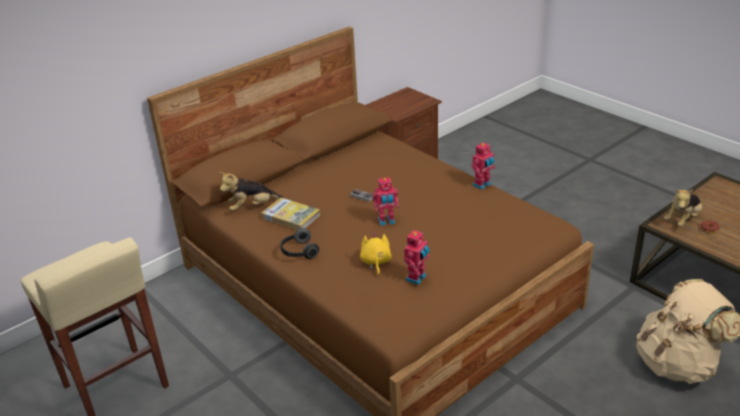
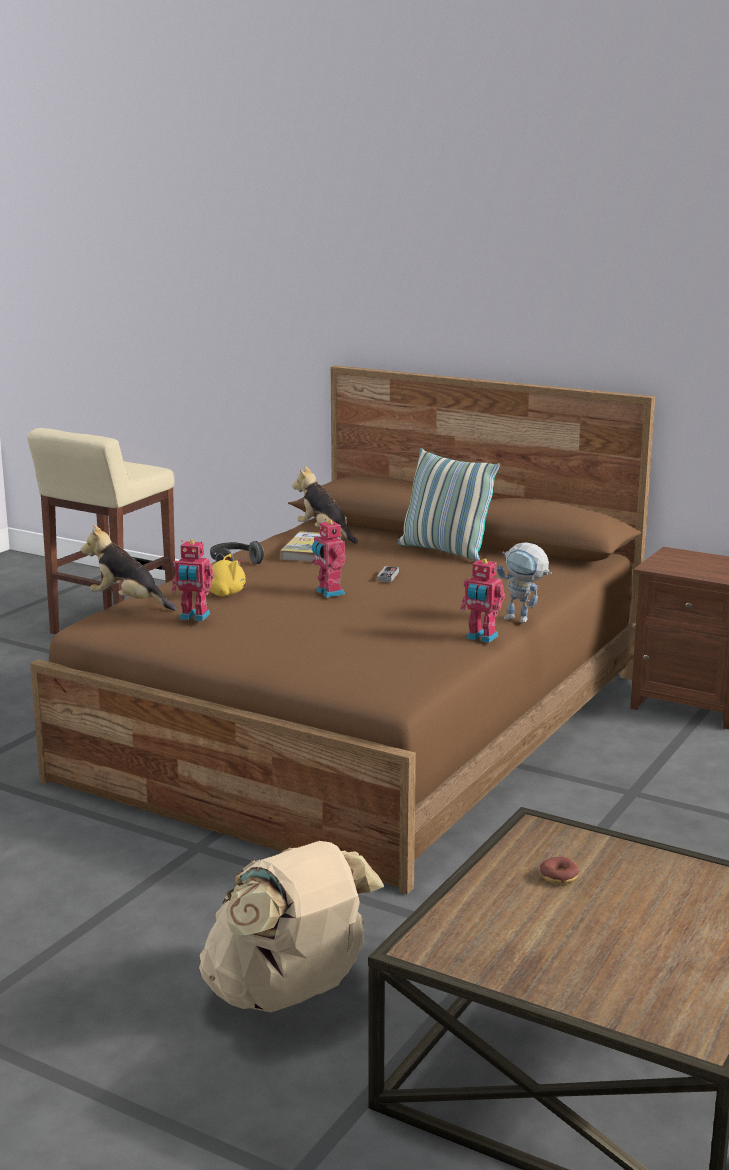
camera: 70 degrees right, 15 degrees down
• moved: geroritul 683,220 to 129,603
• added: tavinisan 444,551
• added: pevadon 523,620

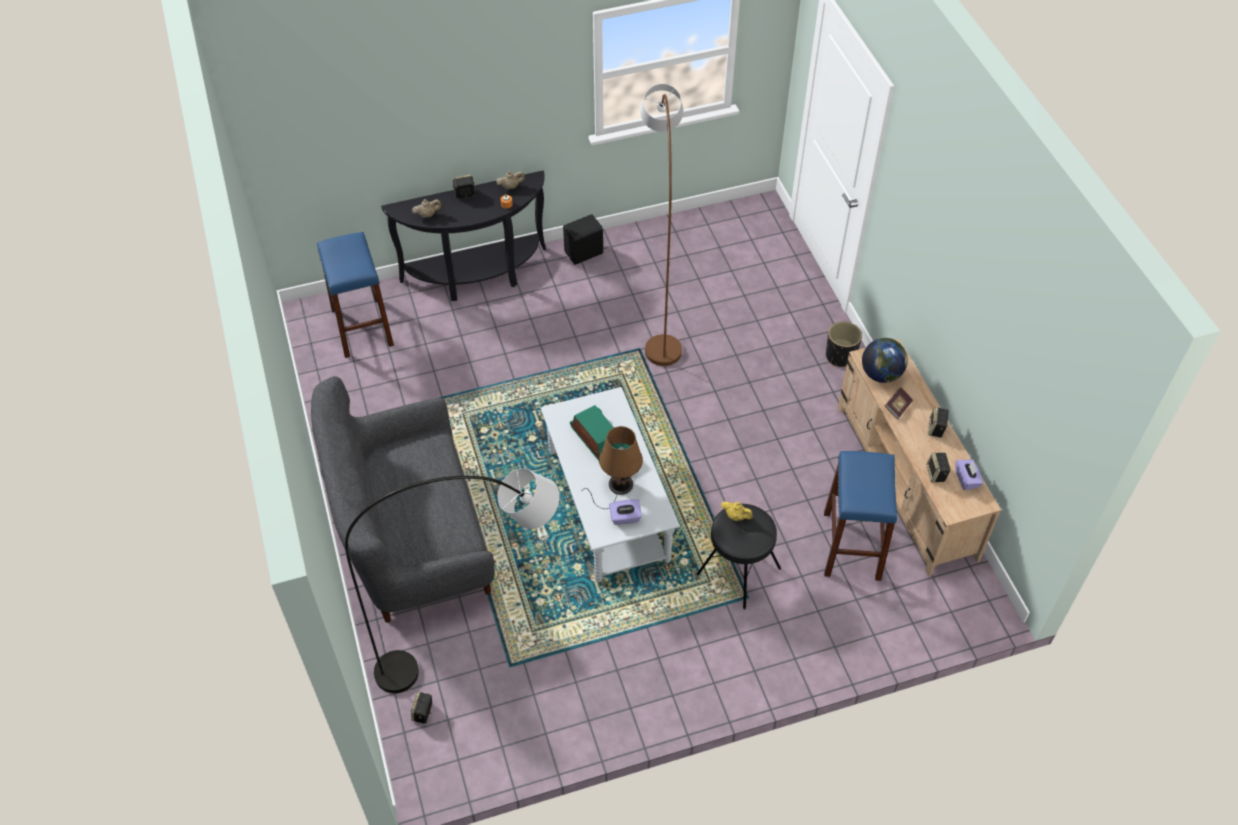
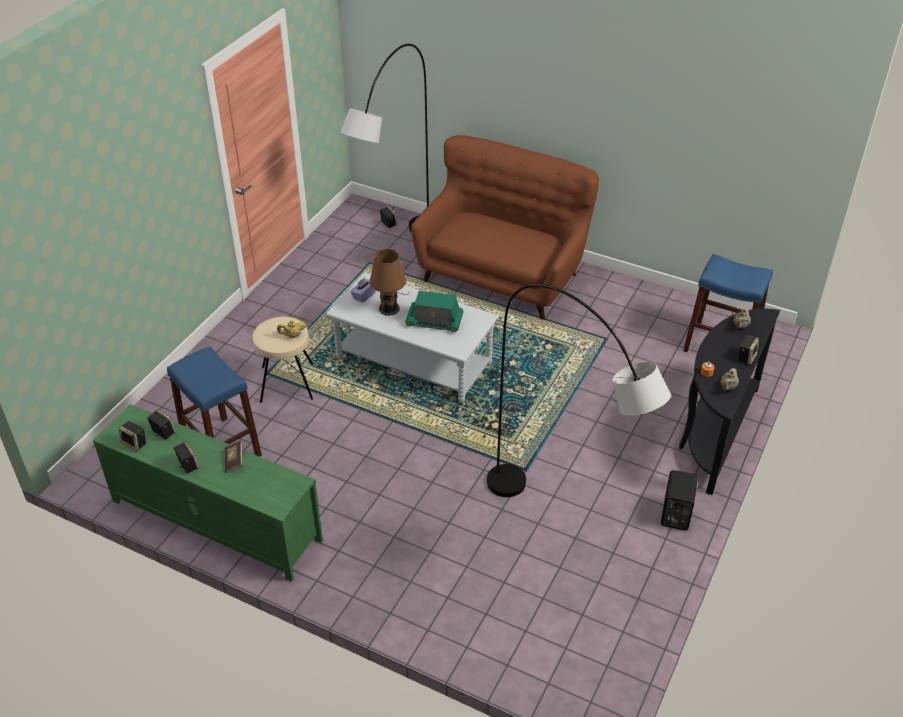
camera: 135 degrees right, 10 degrees down
• recoloured: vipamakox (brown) 659,300 to vipamakox (grey) 564,521
• removed: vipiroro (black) 840,356
• removed: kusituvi 881,374
• recoloured: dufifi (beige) 906,481 to dufifi (green) 215,520
• recoloured: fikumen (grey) 412,538 to fikumen (brown) 502,275
• replaced: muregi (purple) 966,479 to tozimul 135,443
• recoloured: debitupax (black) 737,571 to debitupax (beige) 287,382

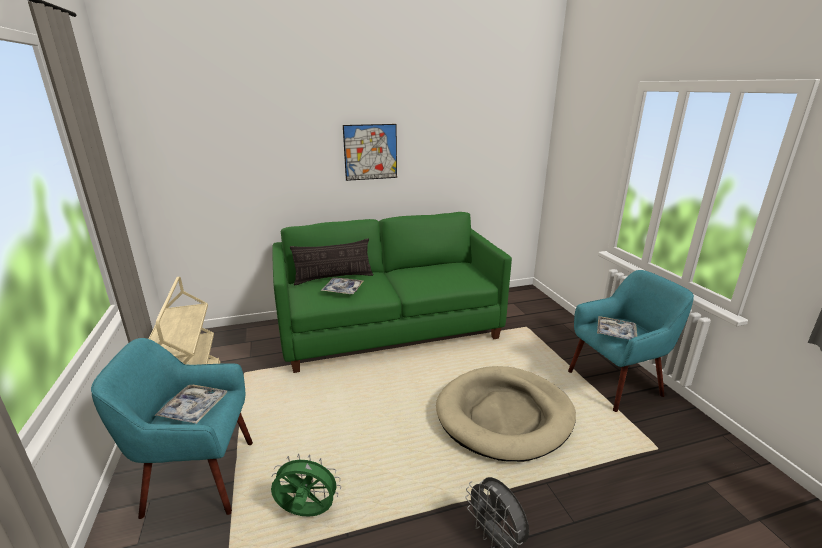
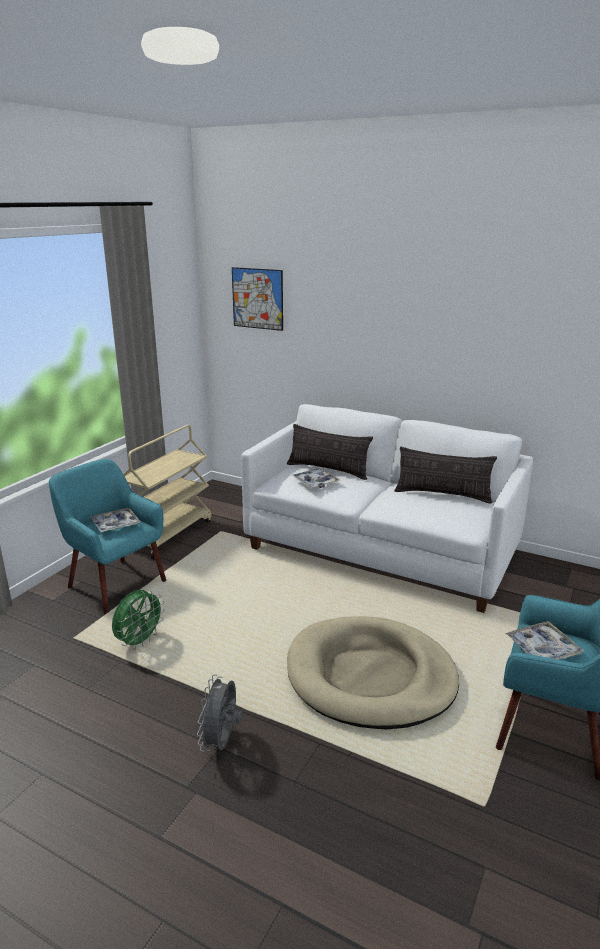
camera: 45 degrees right, 0 degrees up
• moved: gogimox 370,152 to 257,298
• recoloured: fikumen (green) 389,329 to fikumen (white) 380,550
• turned: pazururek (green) 307,513 = 139,641 75 degrees clockwise
• added: tavinisan 442,495

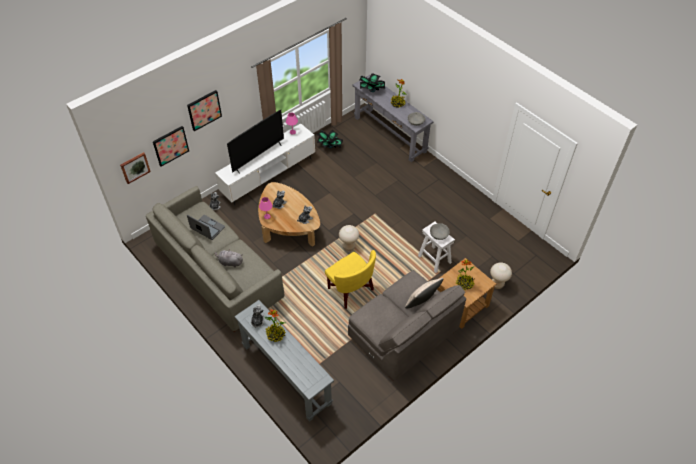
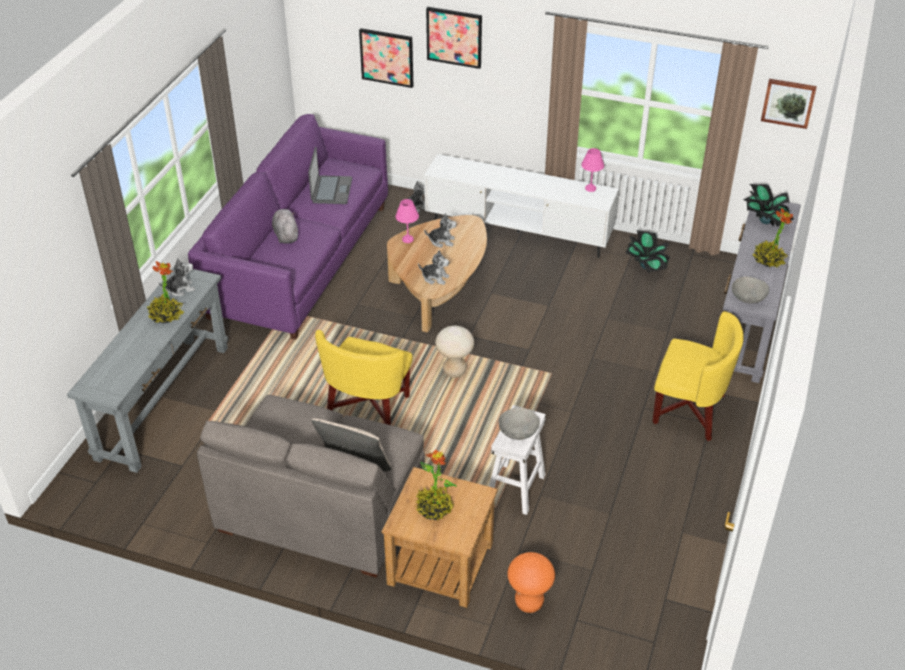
camera: 60 degrees right, 10 degrees down
• removed: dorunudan 258,157
• moved: gogimox 135,167 to 788,102
• recoloured: fikumen (grey) 218,272 to fikumen (purple) 300,260
• recoloured: debitupax (beige) 497,284 to debitupax (orange) 529,603
• added: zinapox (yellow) 689,410

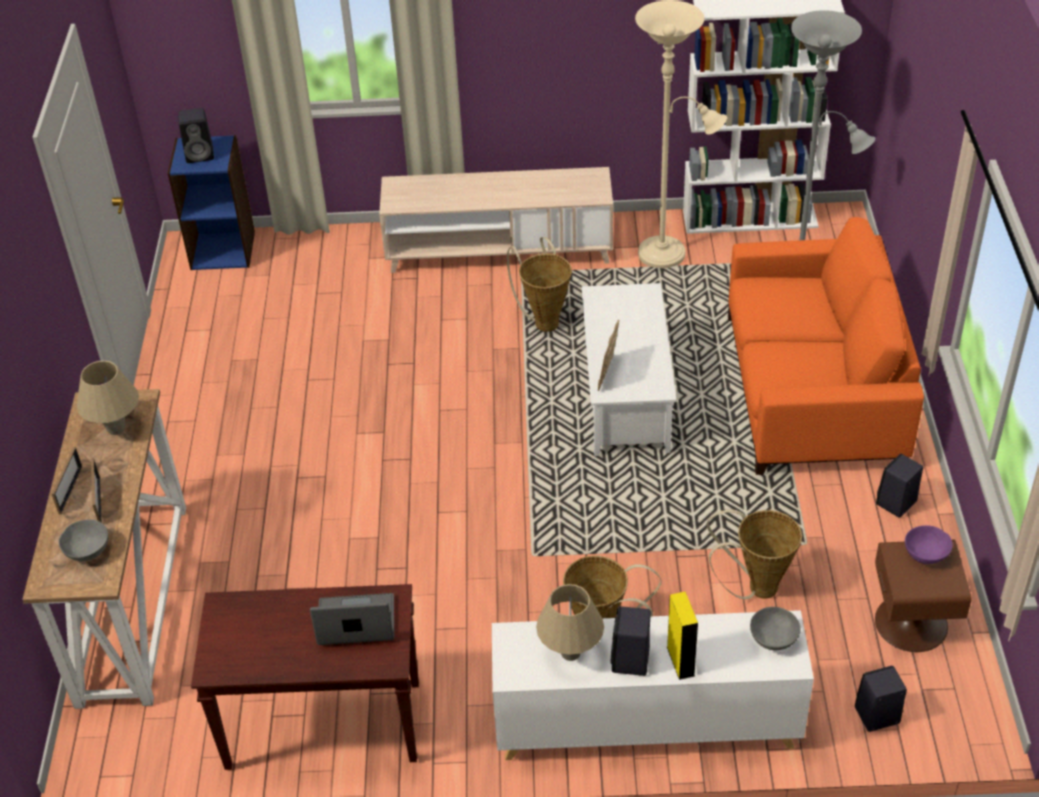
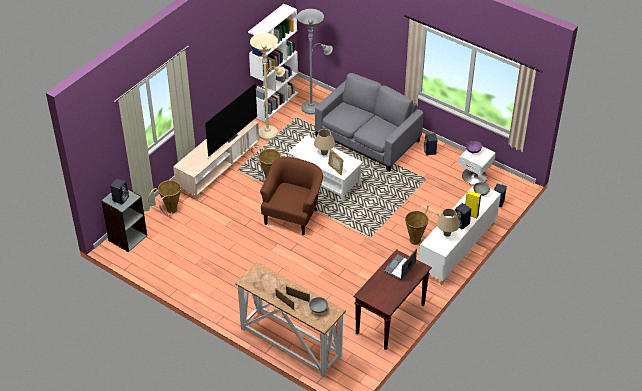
camera: 55 degrees left, 0 degrees up
• recoloured: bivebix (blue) 223,250 to bivebix (grey) 127,238
• recoloured: fikumen (orange) 811,389 to fikumen (grey) 367,139
• moved: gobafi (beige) 116,428 to 324,153
• moved: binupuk 755,588 to 169,211
• recoloured: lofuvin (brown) 912,623 to lofuvin (white) 474,176
• added: dorunudan 230,136
• added: zinapox (brown) 293,215

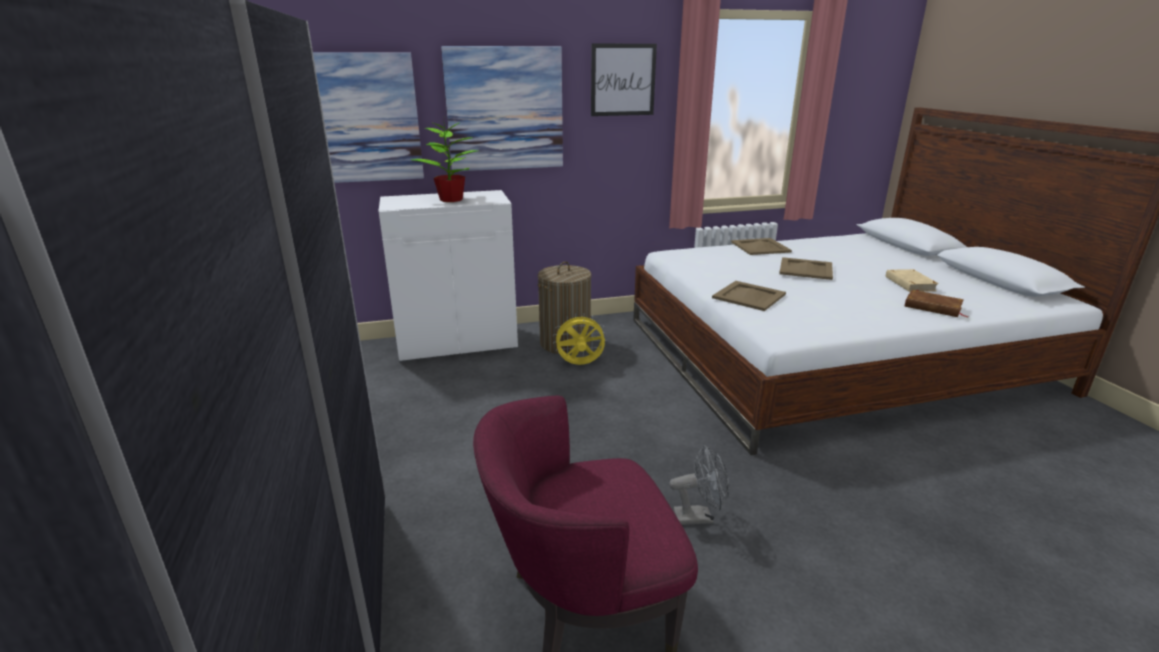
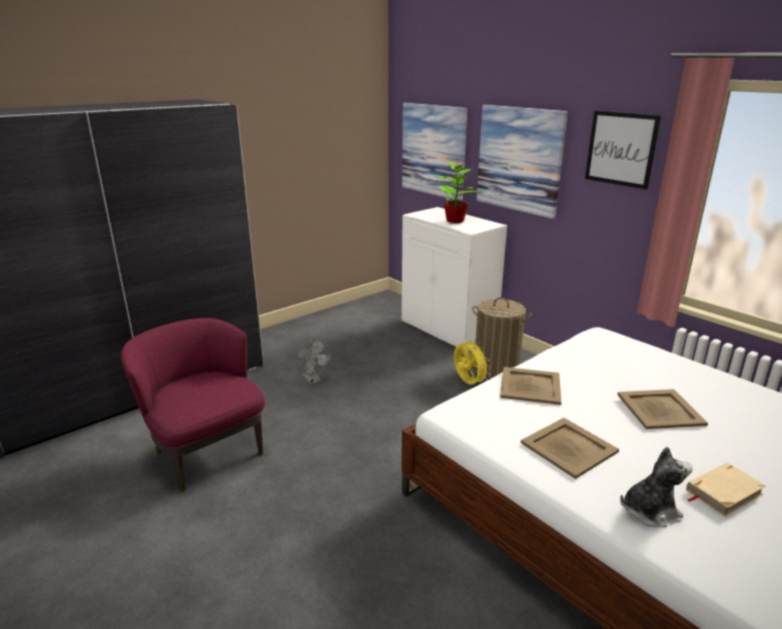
camera: 65 degrees right, 0 degrees up
• moved: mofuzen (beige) 760,247 to 568,447
• replaced: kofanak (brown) 933,307 to geroritul 649,511
• moved: pazururek (grey) 699,516 to 313,380

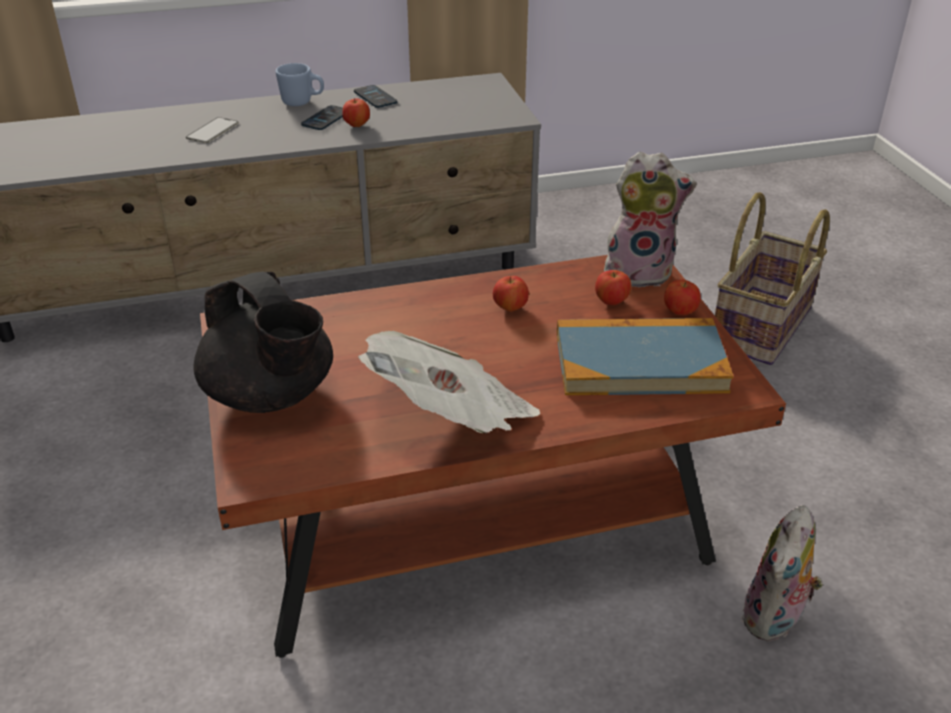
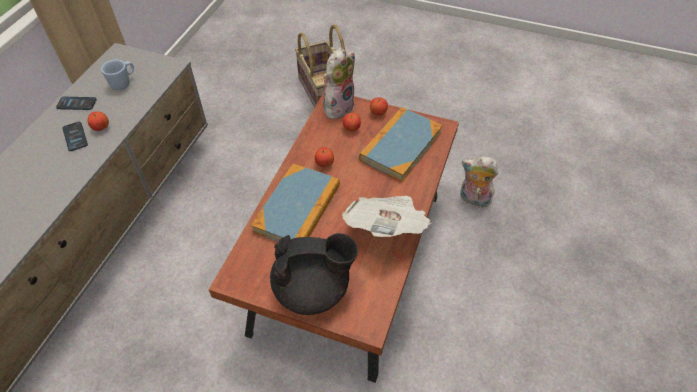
camera: 55 degrees left, 15 degrees up
• moved: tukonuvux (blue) 302,102 to 124,83
• removed: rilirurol 212,131
• turned: geroritul 775,620 = 473,200 135 degrees clockwise
• added: kofanak 297,208

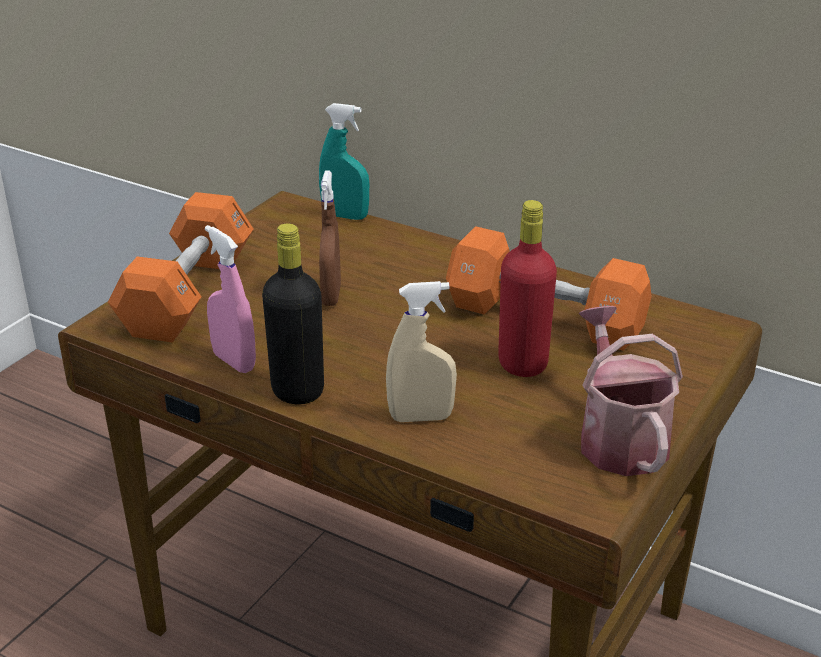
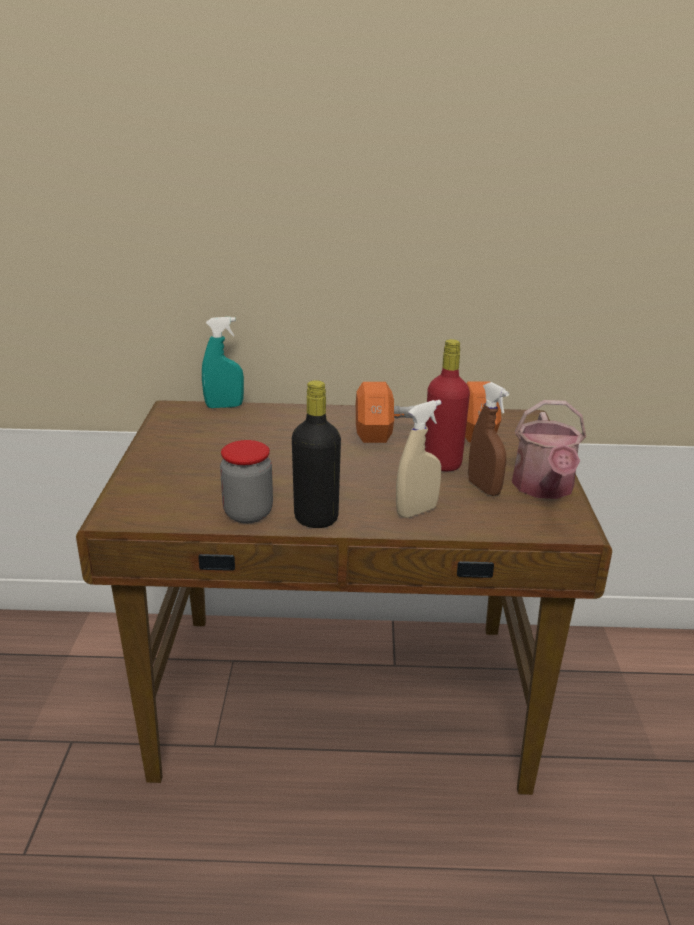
camera: 30 degrees left, 5 degrees down
• moved: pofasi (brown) 331,296 to 484,488
• removed: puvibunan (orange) 188,294
• replaced: pofasi (pink) 234,362 to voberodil 248,513
• turned: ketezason 619,437 = 544,489 135 degrees counterclockwise

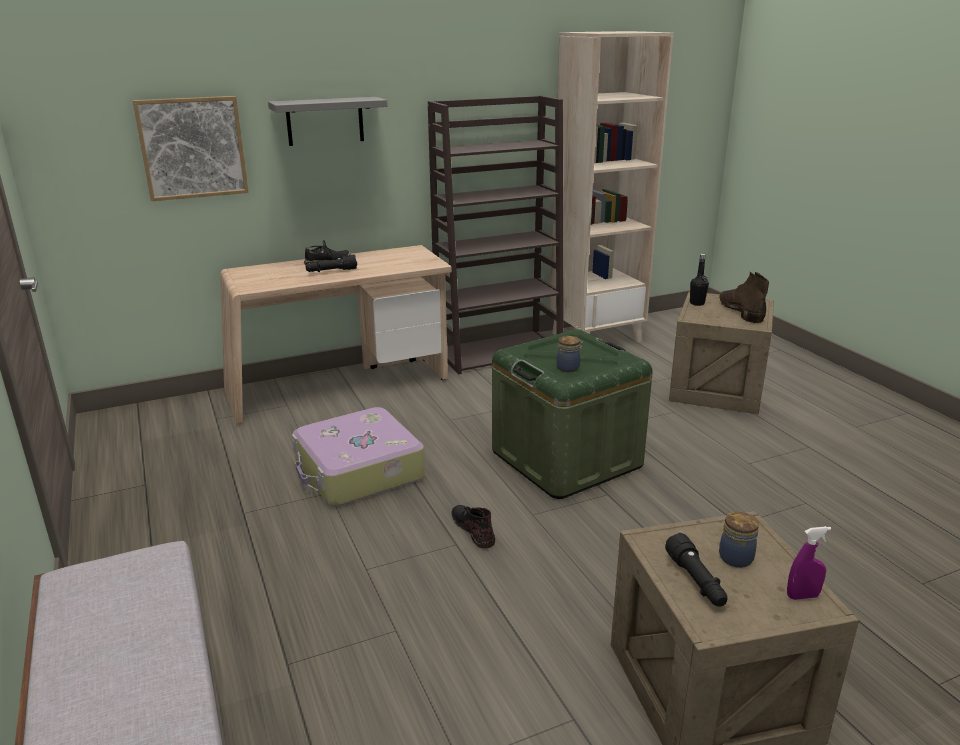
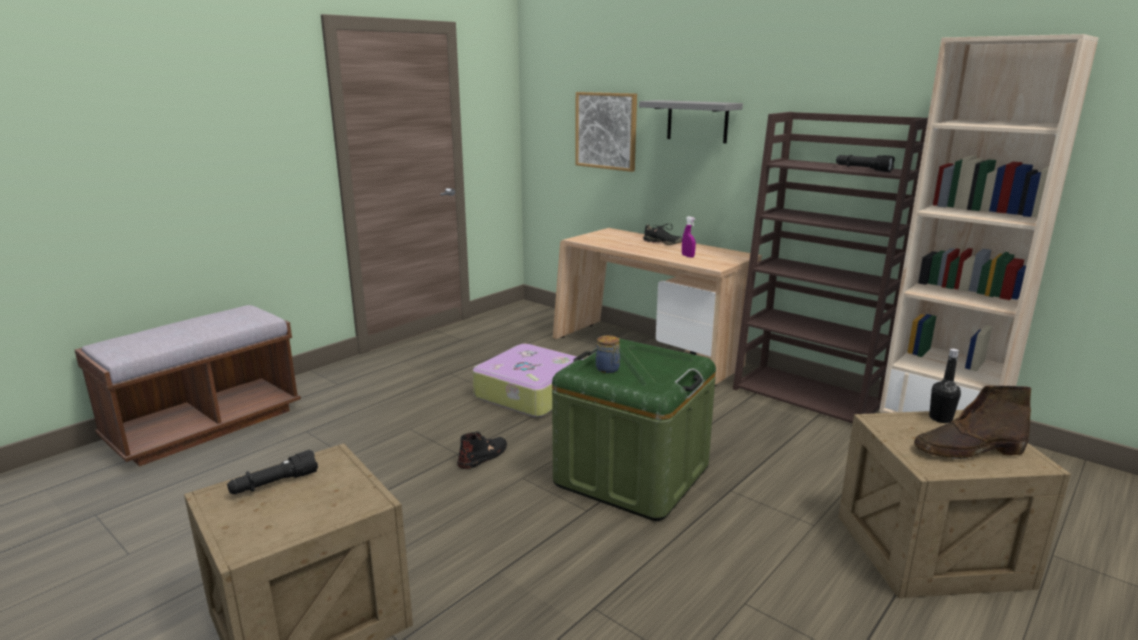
camera: 65 degrees right, 5 degrees down
• moved: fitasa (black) 331,271 to 862,169
• turned: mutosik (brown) 740,311 = 967,451 150 degrees counterclockwise
• removed: voberodil 736,557
• moved: pofasi (purple) 802,596 to 688,256

